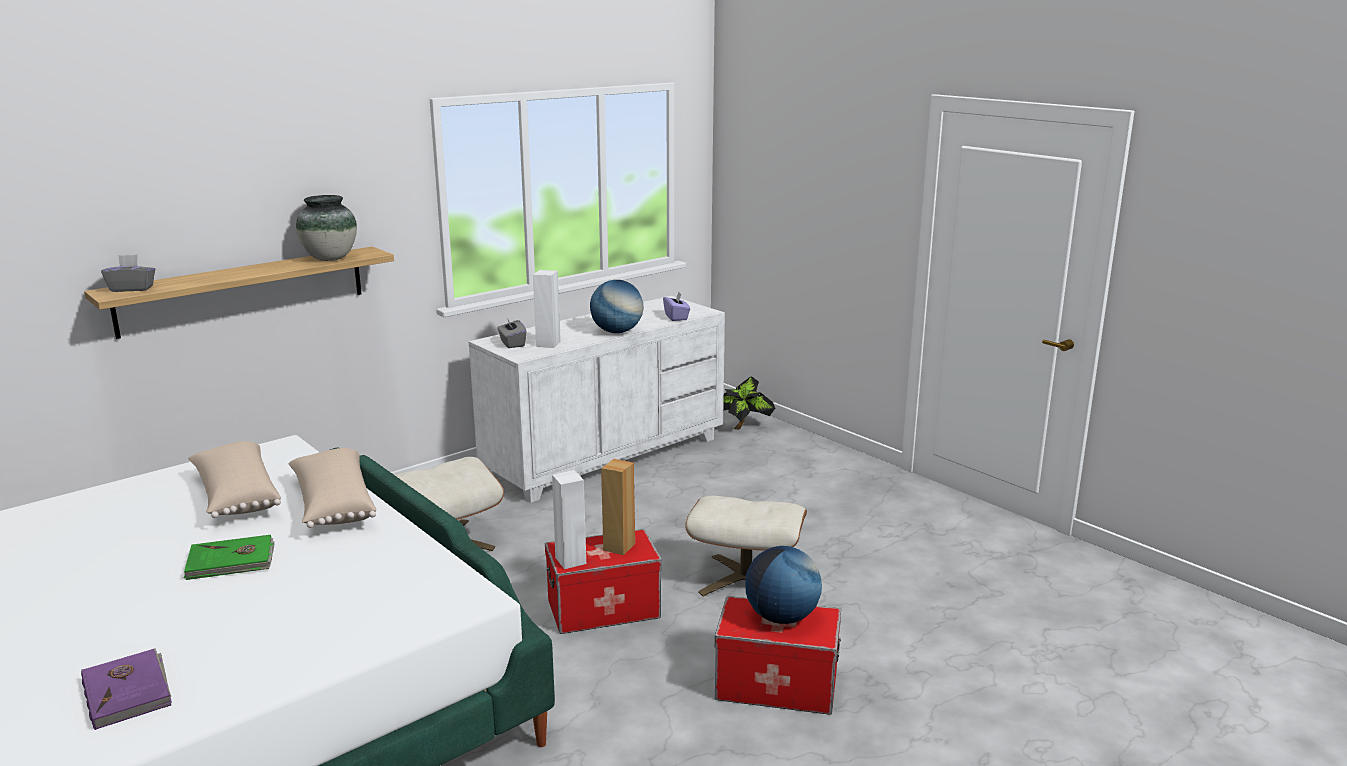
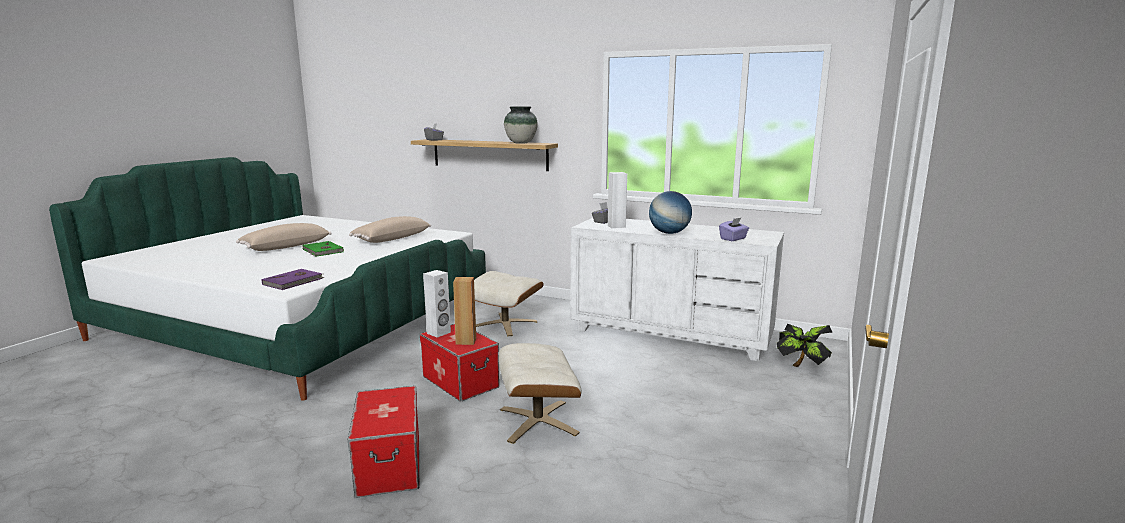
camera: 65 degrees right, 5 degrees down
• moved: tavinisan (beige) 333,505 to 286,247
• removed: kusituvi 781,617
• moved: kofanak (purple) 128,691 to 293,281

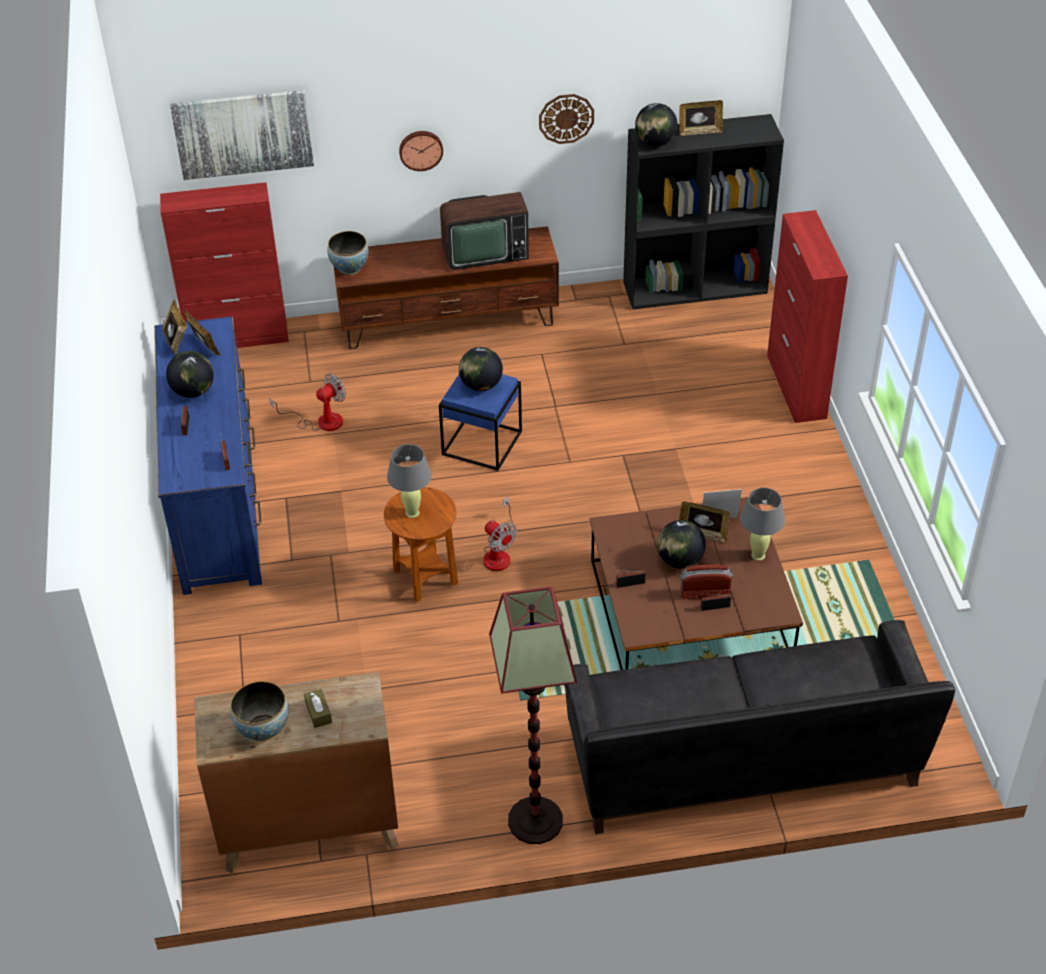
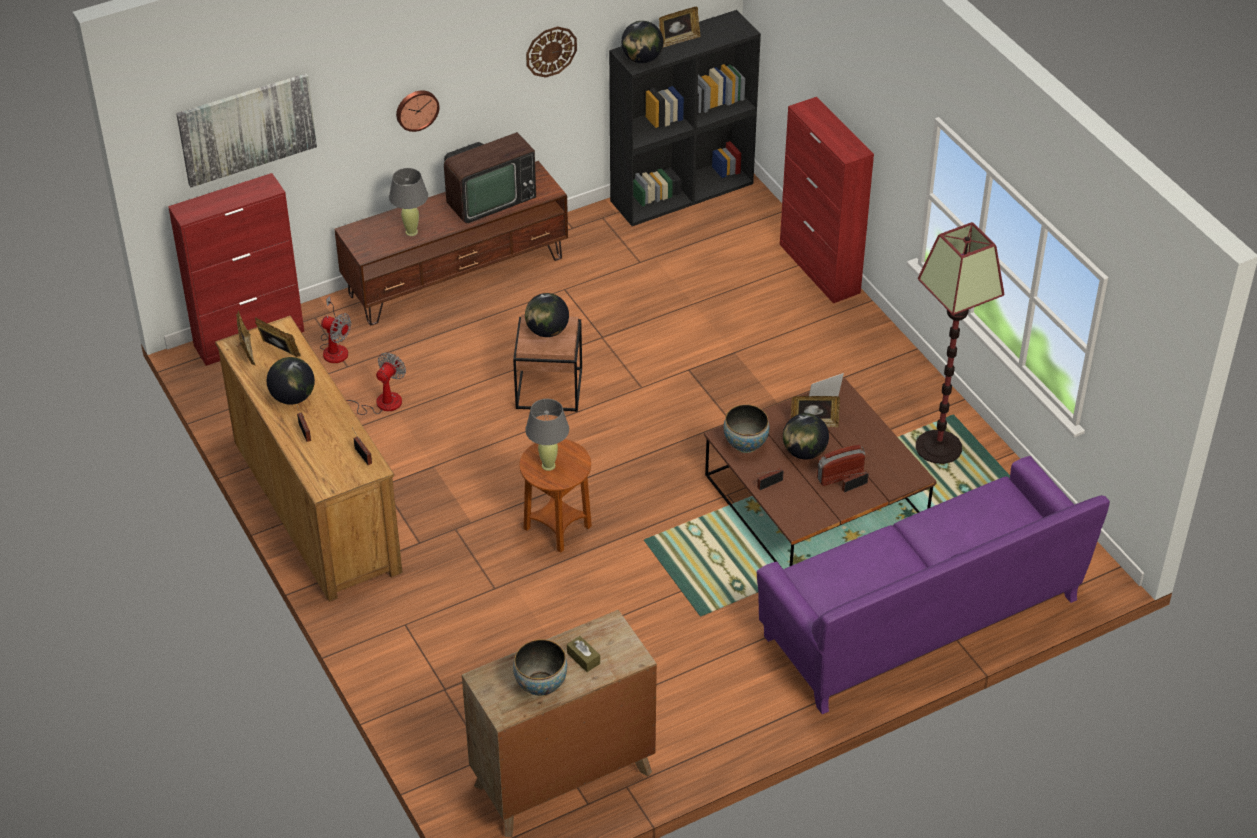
camera: 20 degrees left, 0 degrees up
• moved: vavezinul 350,268 to 745,444
• recoloured: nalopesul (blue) 217,502 to nalopesul (brown) 316,505
• recoloured: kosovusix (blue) 483,443 to kosovusix (brown) 550,388
• moved: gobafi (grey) 758,555 to 411,232
• moved: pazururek 499,553 to 335,348
• moved: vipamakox 535,821 to 938,448
• recoloured: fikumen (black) 743,761 to fikumen (purple) 921,618

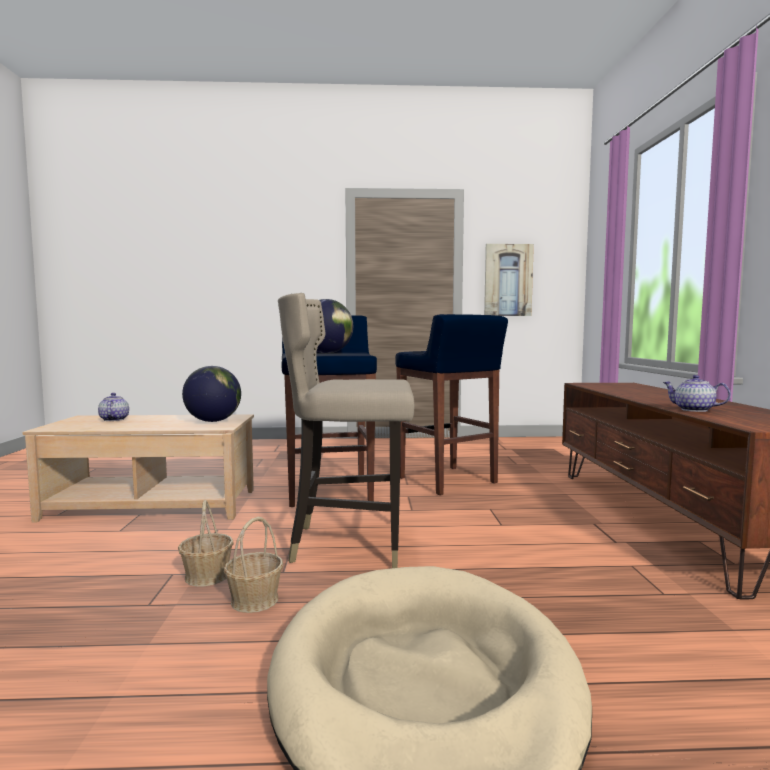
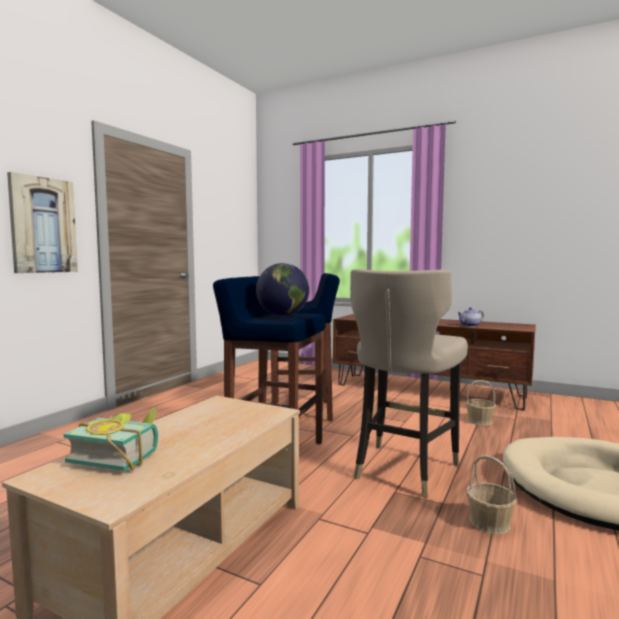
camera: 60 degrees left, 0 degrees up
• moved: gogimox 508,280 to 43,225
• removed: kusituvi 213,421
• replaced: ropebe 113,419 to kofanak 119,456
• moved: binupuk 207,576 to 480,421

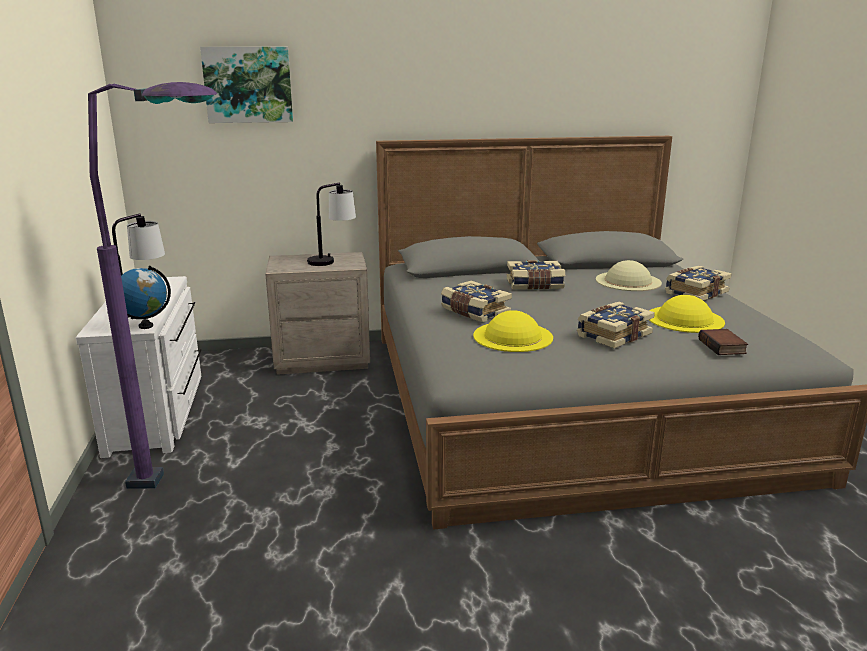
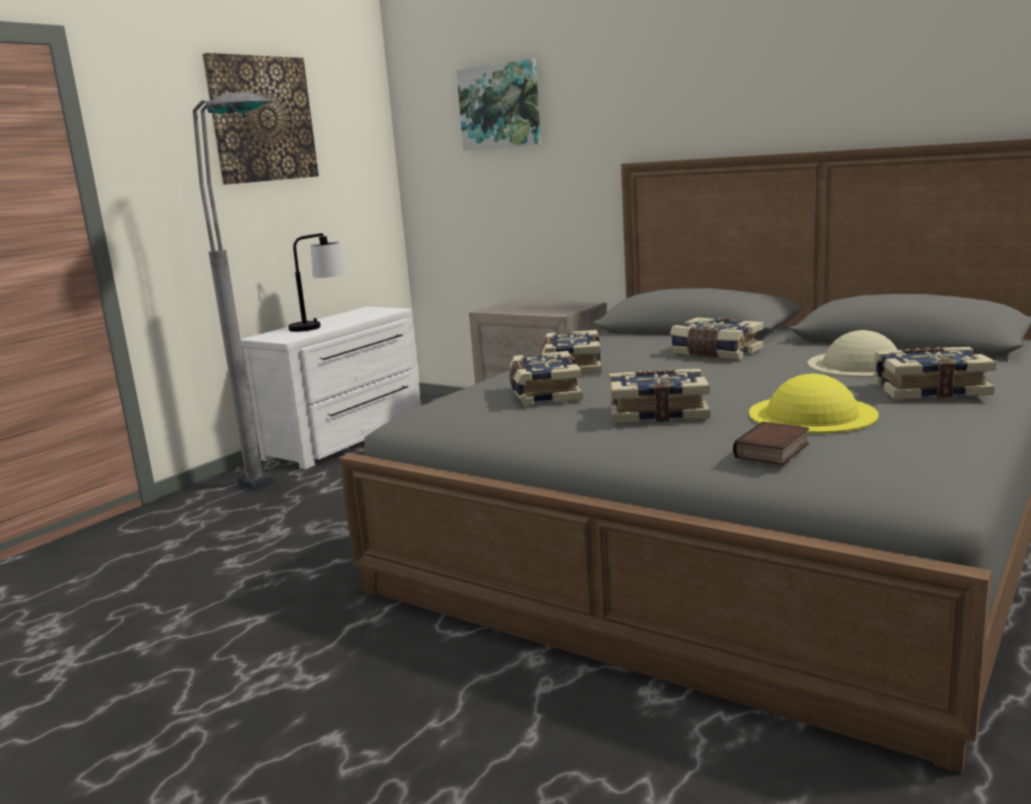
camera: 45 degrees right, 5 degrees down
• recoloured: vipamakox (purple) 203,481 to vipamakox (grey) 286,495
• removed: gobafi 332,260
• removed: kusituvi 146,326
• replaced: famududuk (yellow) 512,336 to kofanak 543,393
• added: gogimox 262,119

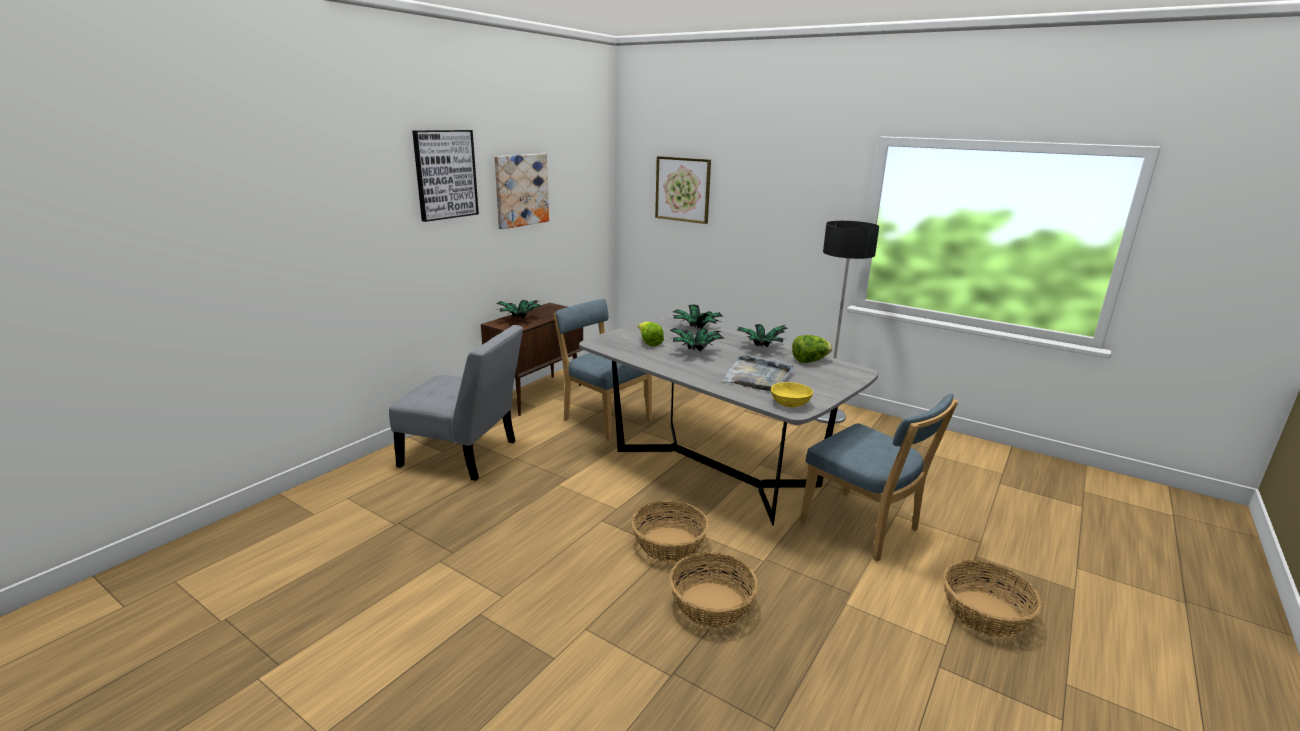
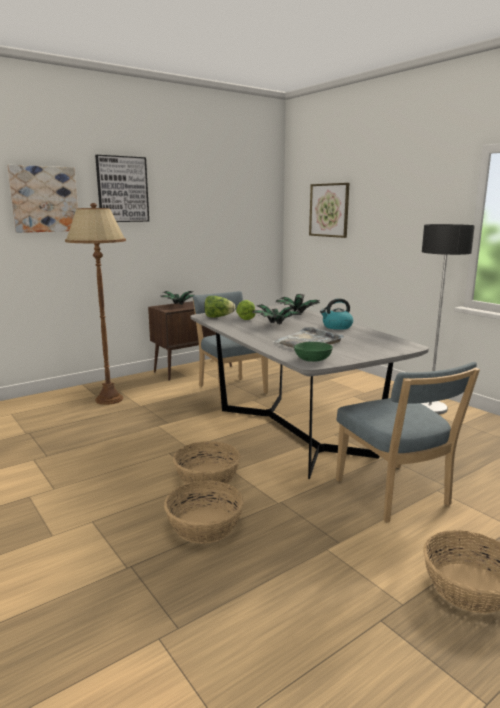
camera: 20 degrees right, 5 degrees down
• moved: gogimox 521,190 to 44,199
• replaced: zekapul 760,348 to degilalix 336,327
• replaced: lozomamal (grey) 464,455 to vipamakox (brown) 109,399
• moved: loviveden 810,361 to 218,317
• recoloured: vavezinul (yellow) 791,403 to vavezinul (green) 313,359

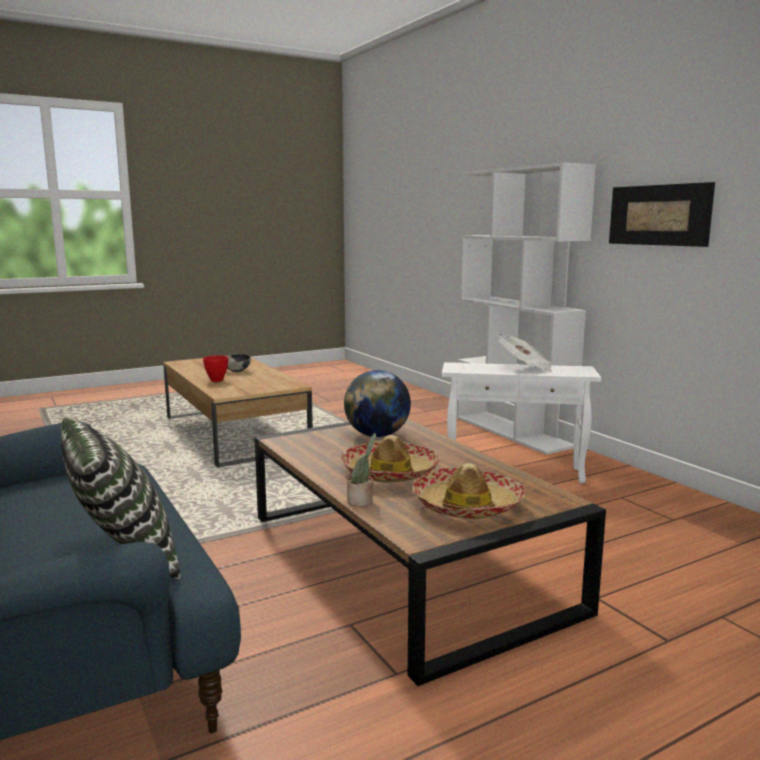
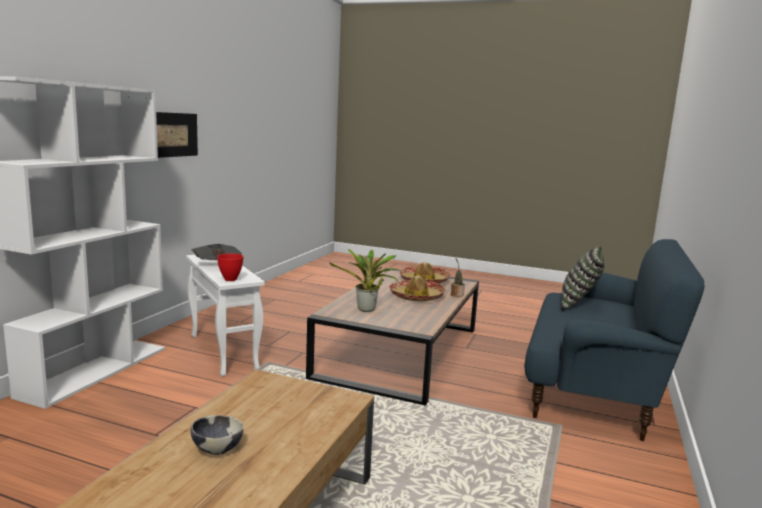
camera: 130 degrees left, 0 degrees up
• moved: vavezinul (red) 217,380 to 230,279
• replaced: kusituvi 377,435 to zekapul 367,310

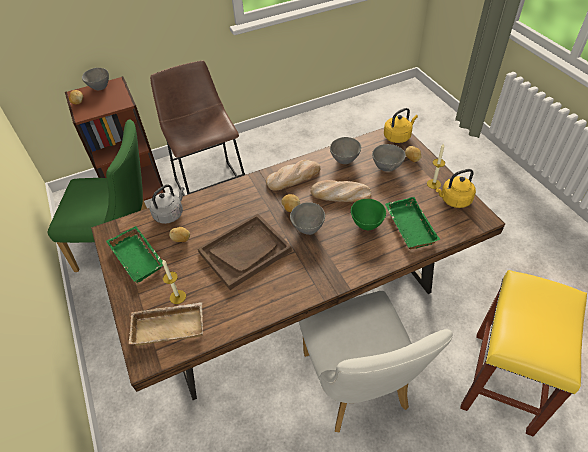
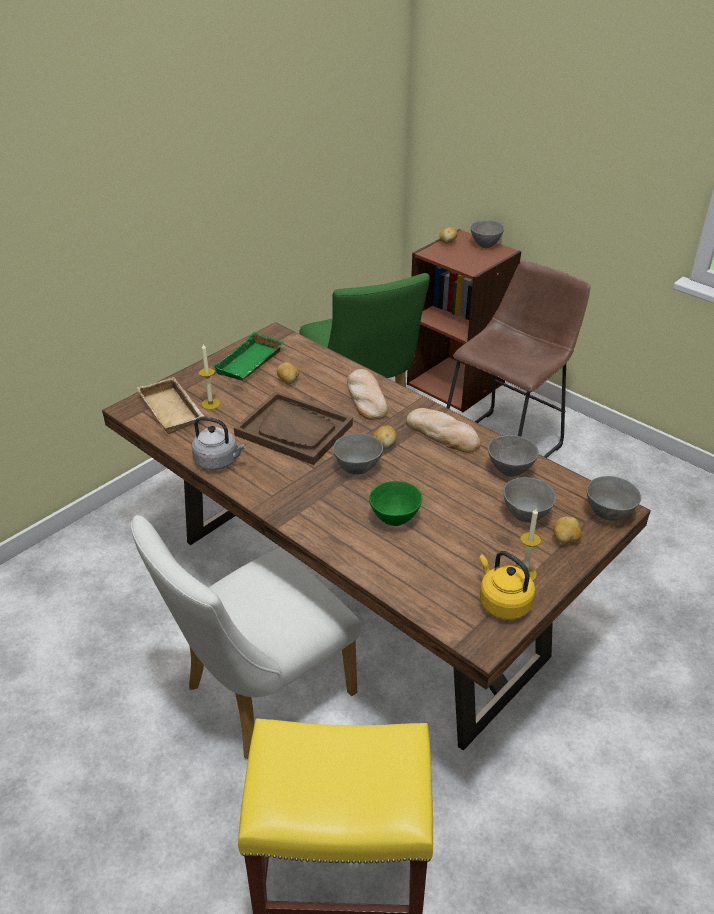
camera: 65 degrees right, 10 degrees down
• replaced: degilalix (yellow) 398,136 to vavezinul (grey) 609,514
• moved: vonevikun 340,194 to 365,397
• moved: degilalix (grey) 170,214 to 218,461
• removed: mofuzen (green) 408,226

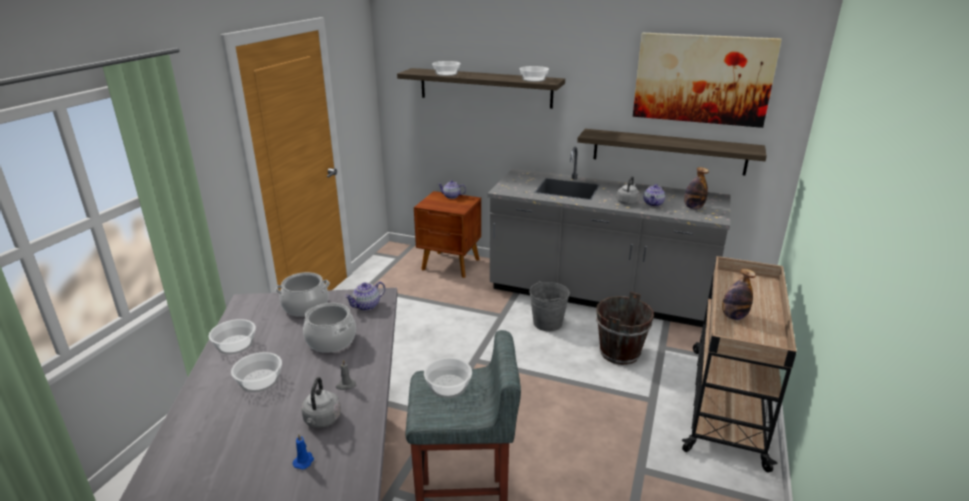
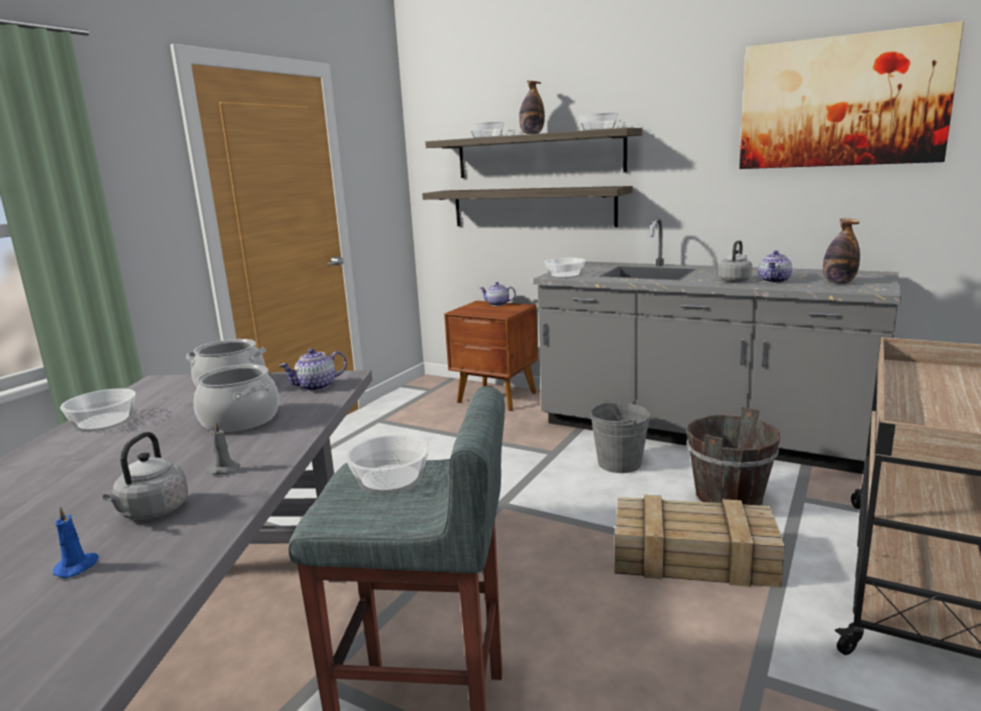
camera: 10 degrees right, 10 degrees down
• moved: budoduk 668,151 to 532,207
• moved: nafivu 733,316 to 532,134
• moved: vavezinul 259,380 to 565,275
• added: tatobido 695,557

